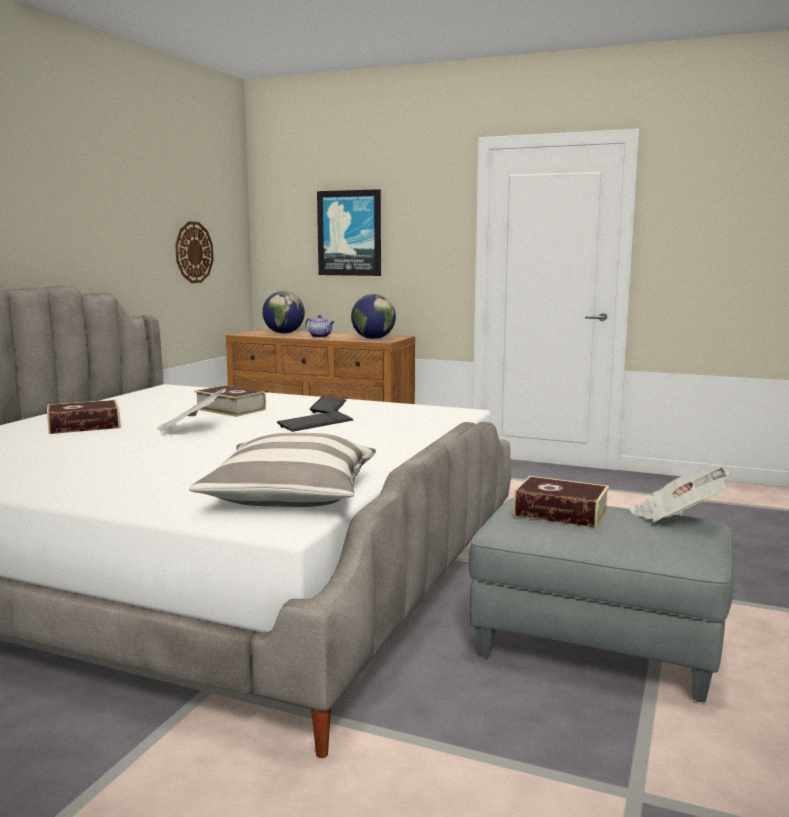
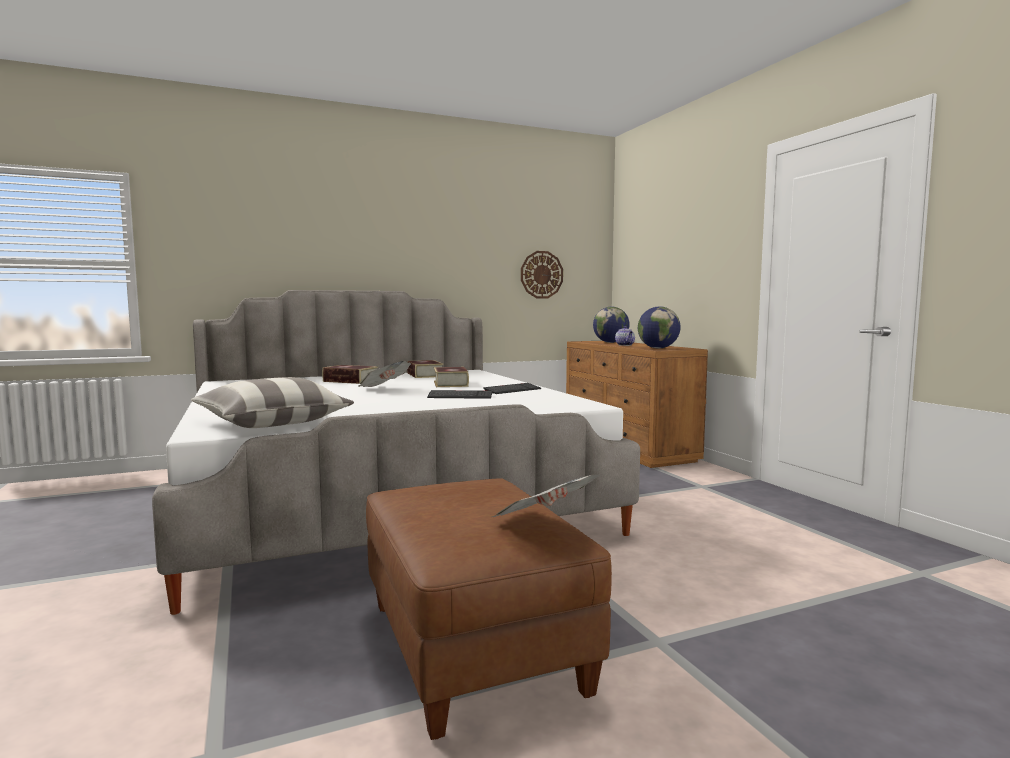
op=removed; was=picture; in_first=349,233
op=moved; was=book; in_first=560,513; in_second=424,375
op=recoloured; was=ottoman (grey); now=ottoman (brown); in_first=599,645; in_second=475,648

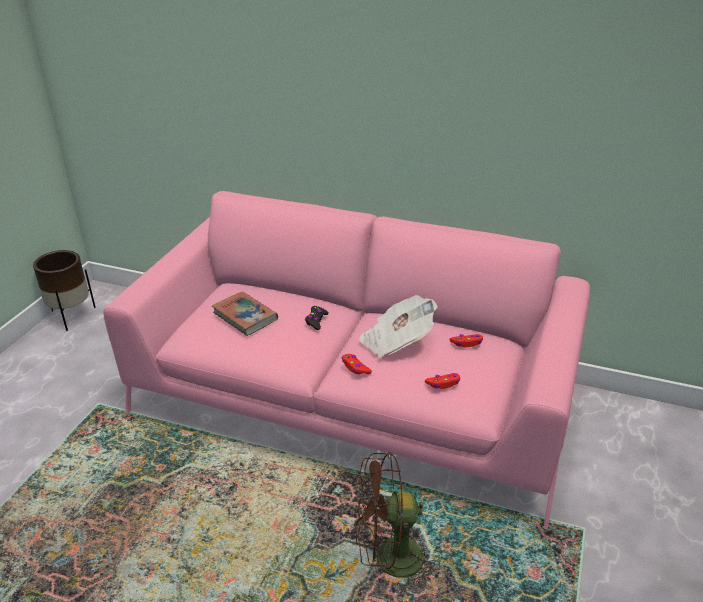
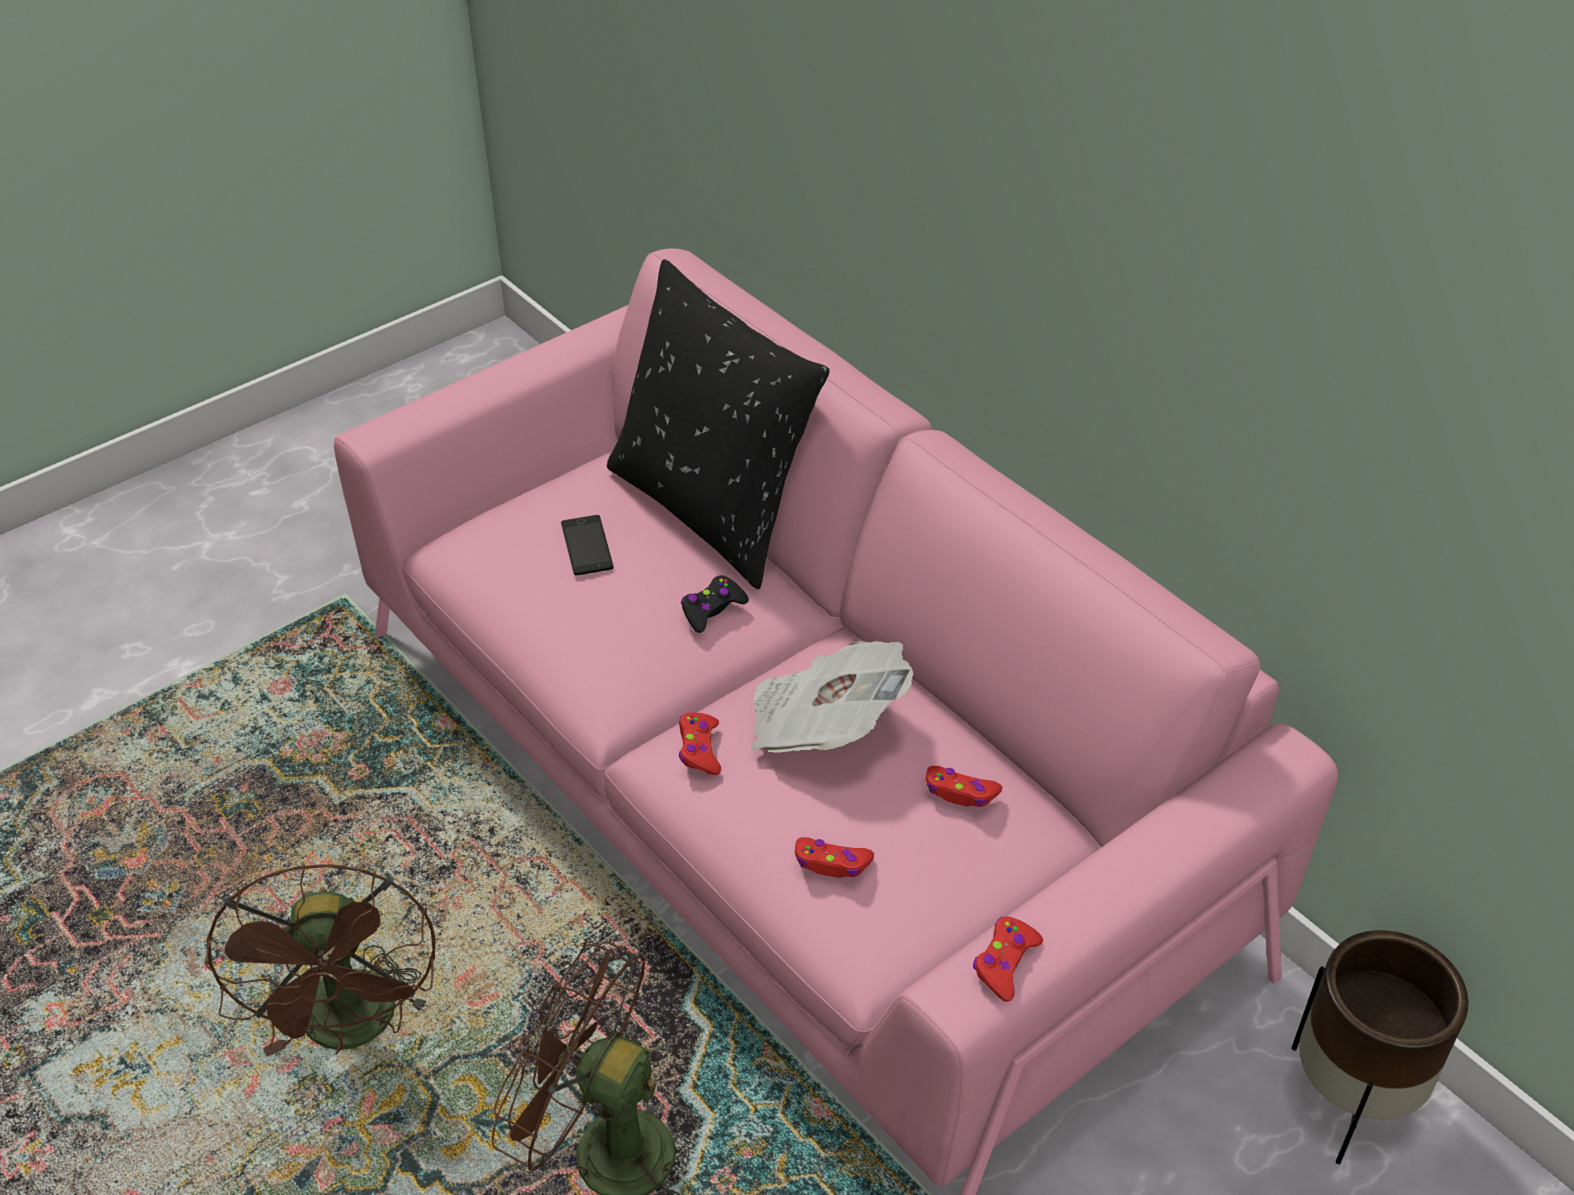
op=moved; was=planter (brown); in_first=72,316; in_second=1352,1099
op=replaced; was=book; now=phone; in_first=245,316; in_second=587,546
op=added; now=pillow (black); in_second=713,509
op=added; now=fan (brown); in_second=353,1030
op=added; now=game controller (red); in_second=1005,963

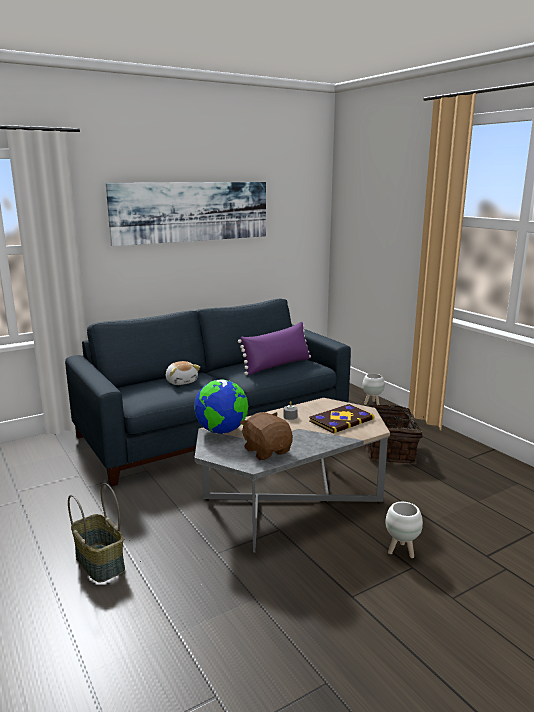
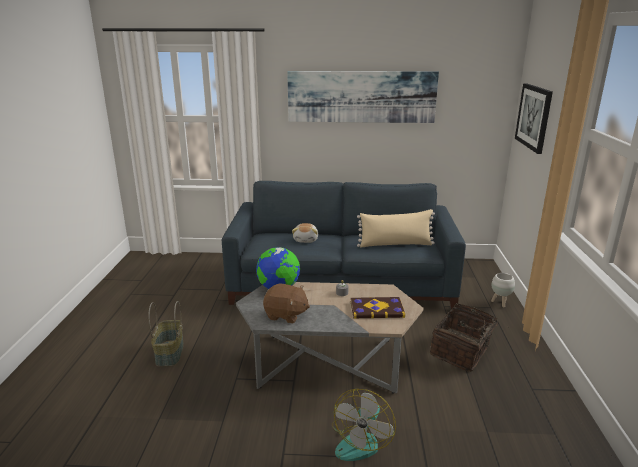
op=recoloured; was=pillow (purple); now=pillow (beige); in_first=277,365; in_second=395,244
op=turned; was=plush toy (brown); in_first=267,451; in_second=286,315; clockwise=105
op=replaced; was=planter (white); now=fan; in_first=401,551; in_second=361,440
op=added; now=picture; in_second=534,117

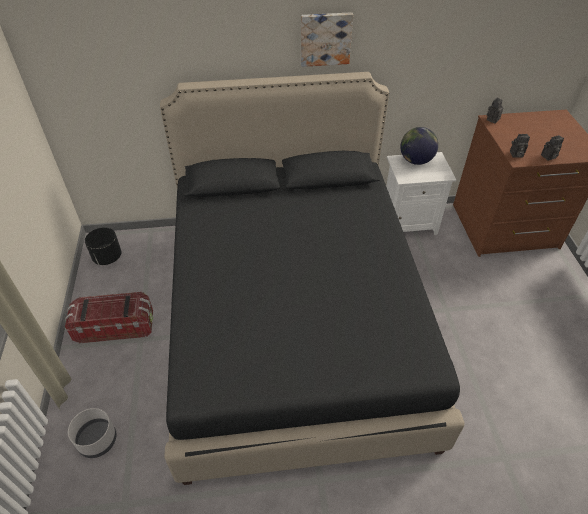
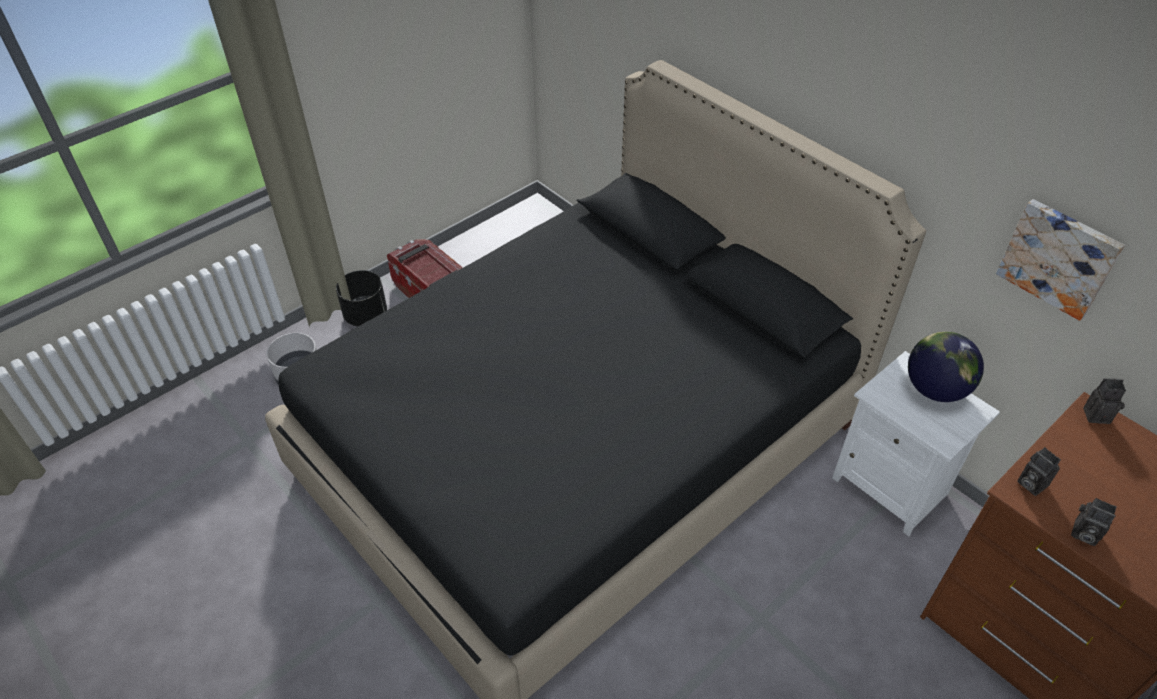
op=moved; was=picture; in_first=325,38; in_second=1059,257
op=moved; was=planter (black); in_first=107,257; in_second=366,315

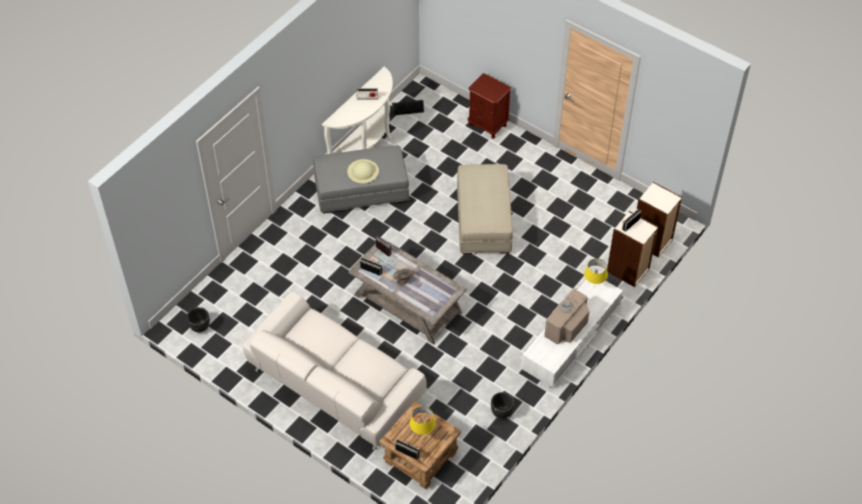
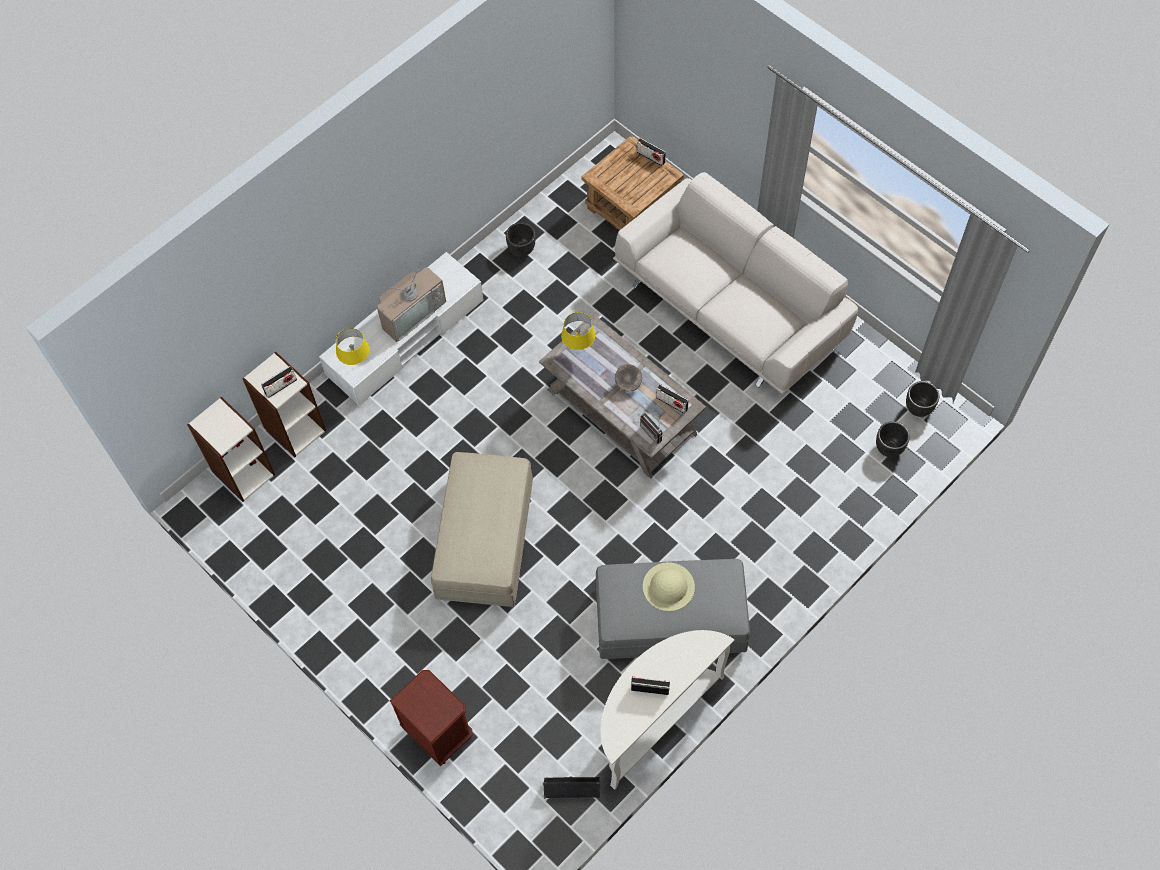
op=moved; was=table lamp (yellow); in_first=422,434; in_second=579,351
op=added; now=planter (black); in_second=889,448

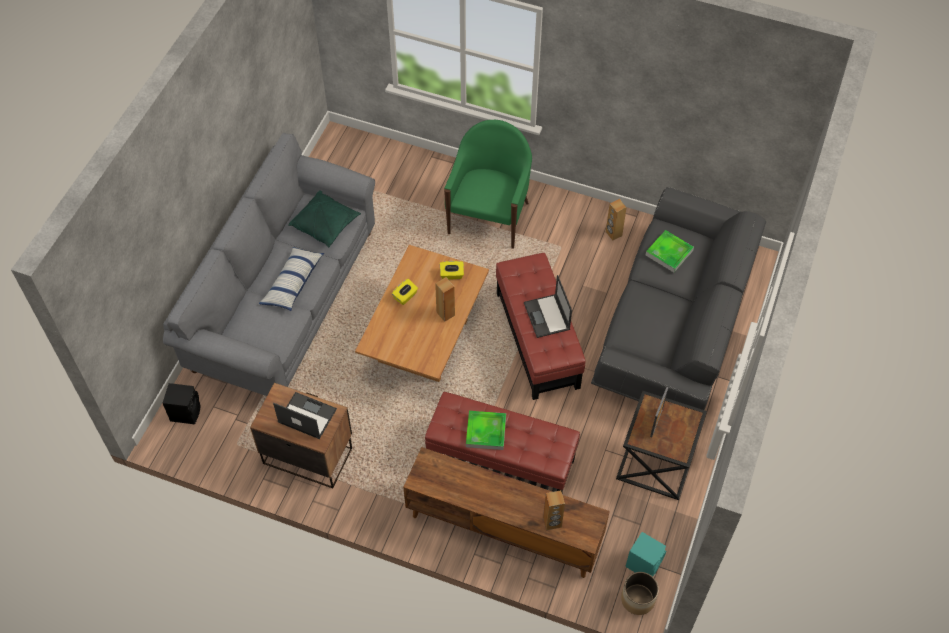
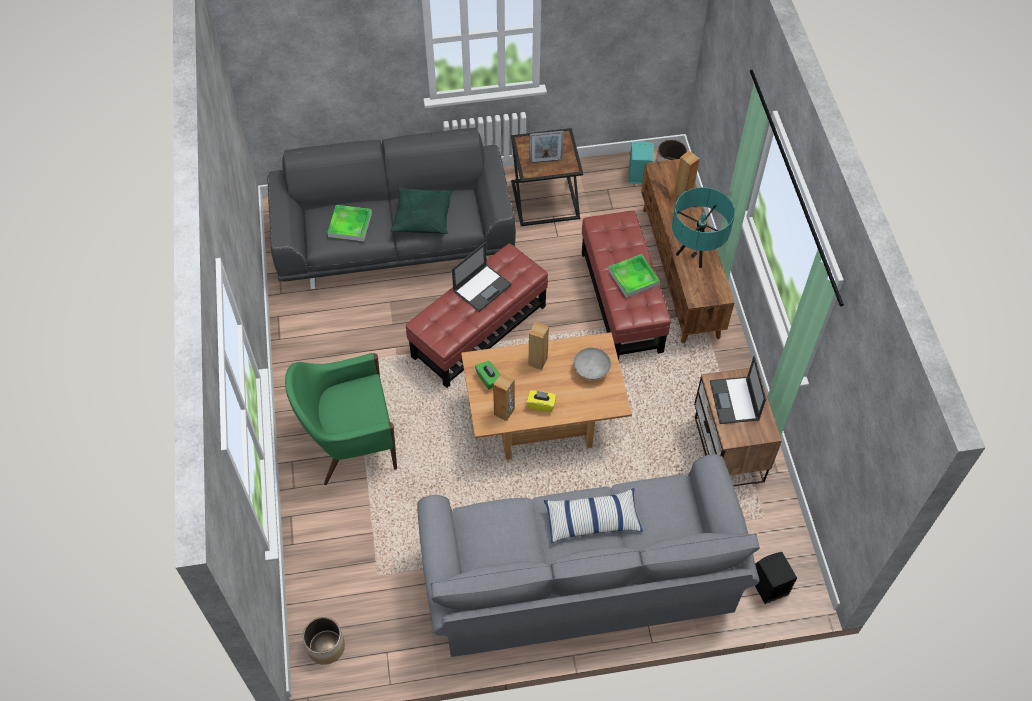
op=moved; was=pillow (green); in_first=325,225; in_second=422,217
op=moved; was=speaker (brown); in_first=613,234; in_second=504,412
op=recoloured; was=tissue box (yellow); now=tissue box (green); in_first=452,275; in_second=489,379
op=added; now=table lamp (turquoise); in_second=696,252
op=added; now=bowl (grey); in_second=591,371
op=added; now=planter; in_second=326,646

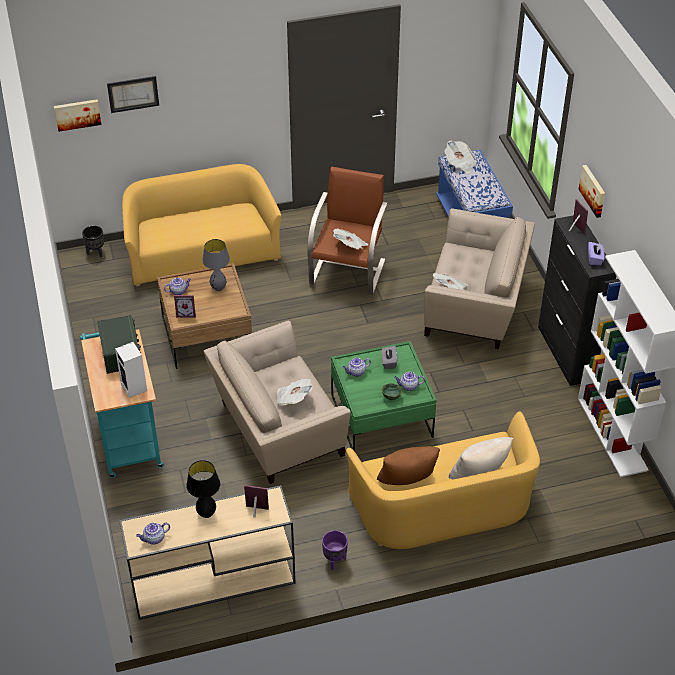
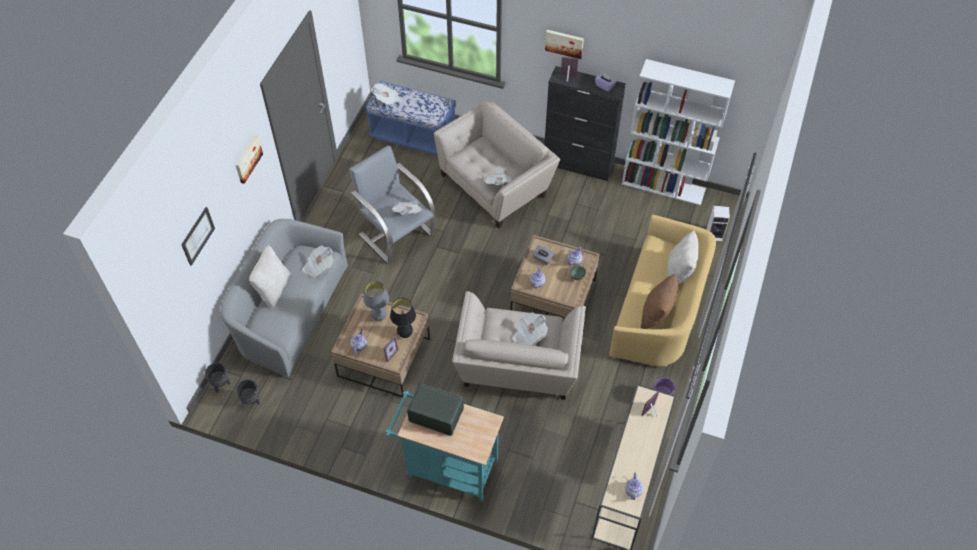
op=moved; was=picture; in_first=77,114; in_second=247,158
op=recoloured; was=sofa (yellow); now=sofa (grey); in_first=201,252; in_second=290,312
op=recoloured; was=armchair (brown); now=armchair (grey); in_first=348,271; in_second=396,233
op=recoloured; was=coffee table (green); now=coffee table (brown); in_first=381,416; in_second=553,297
op=moved; was=speaker; in_first=135,388; in_second=715,234
op=moved; was=table lamp (black); in_first=206,514; in_second=405,334
op=added; now=pillow (beige); in_second=273,289
op=added; now=newspaper; in_second=318,267
op=added; now=planter (black); in_second=251,401

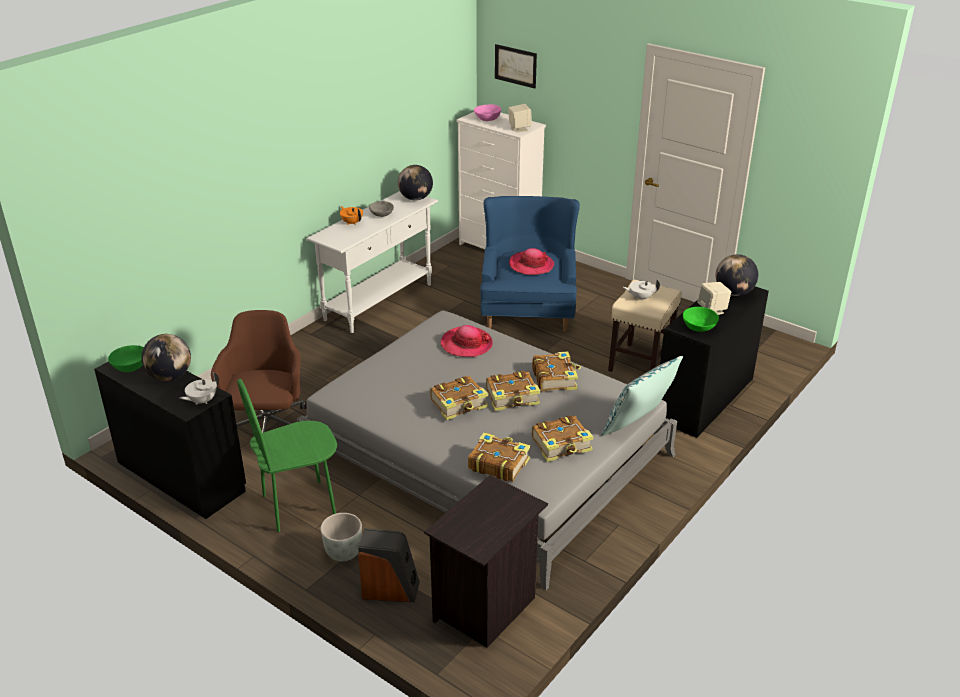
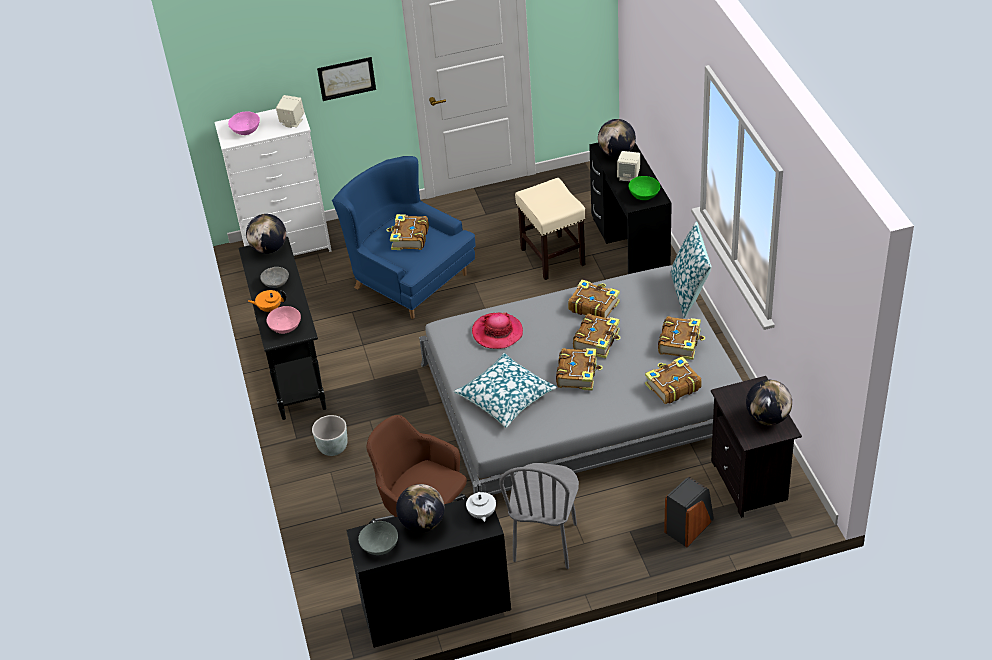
op=moved; was=picture; in_first=515,66; in_second=346,78
op=recoloured; was=console table (white); now=console table (black); in_first=379,302; in_second=292,368
op=replaced; was=hat; now=book; in_first=531,265; in_second=409,238
op=removed; was=teapot (white); in_first=640,298
op=recoloured; was=bowl (green); now=bowl (grey); in_first=130,367; in_second=380,546
op=recoloured; was=chair (green); now=chair (grey); in_first=299,505; in_second=545,542
op=moved; was=planter (grey); in_first=343,553; in_second=333,448
op=added; now=bowl (pink); in_second=285,327
op=added; now=pillow; in_second=505,397
op=added; now=globe; in_second=767,418

